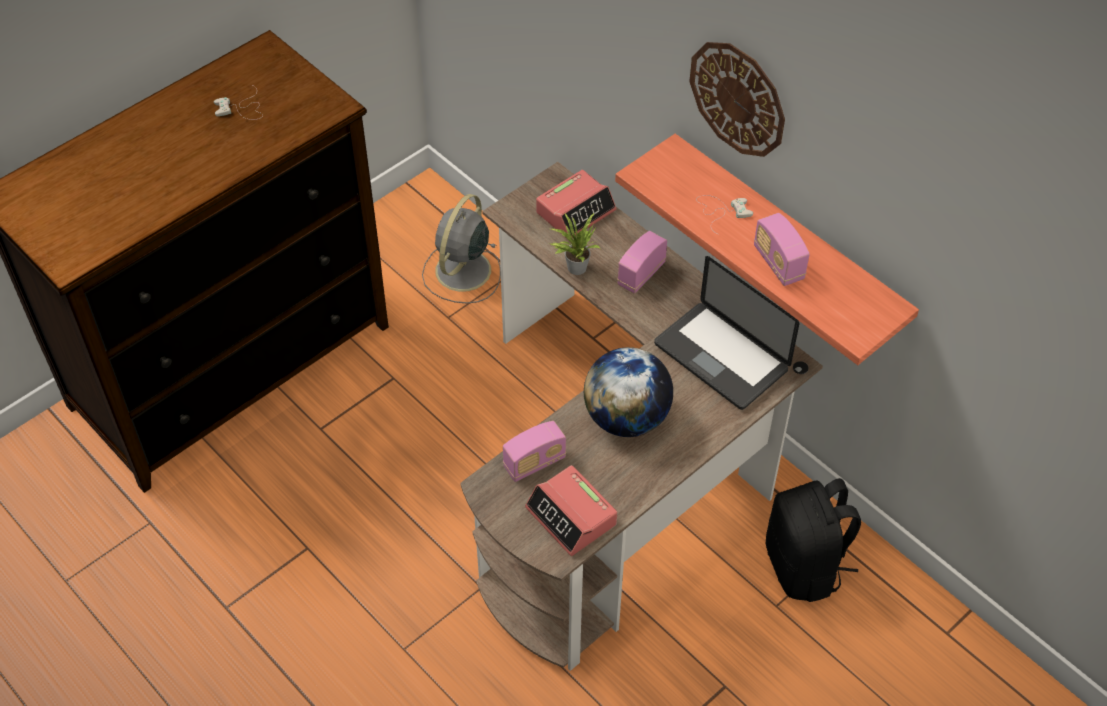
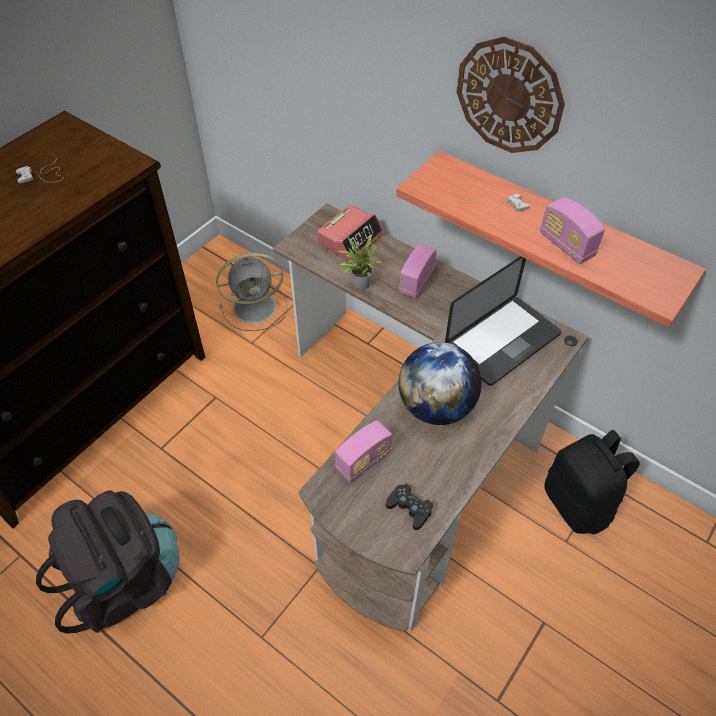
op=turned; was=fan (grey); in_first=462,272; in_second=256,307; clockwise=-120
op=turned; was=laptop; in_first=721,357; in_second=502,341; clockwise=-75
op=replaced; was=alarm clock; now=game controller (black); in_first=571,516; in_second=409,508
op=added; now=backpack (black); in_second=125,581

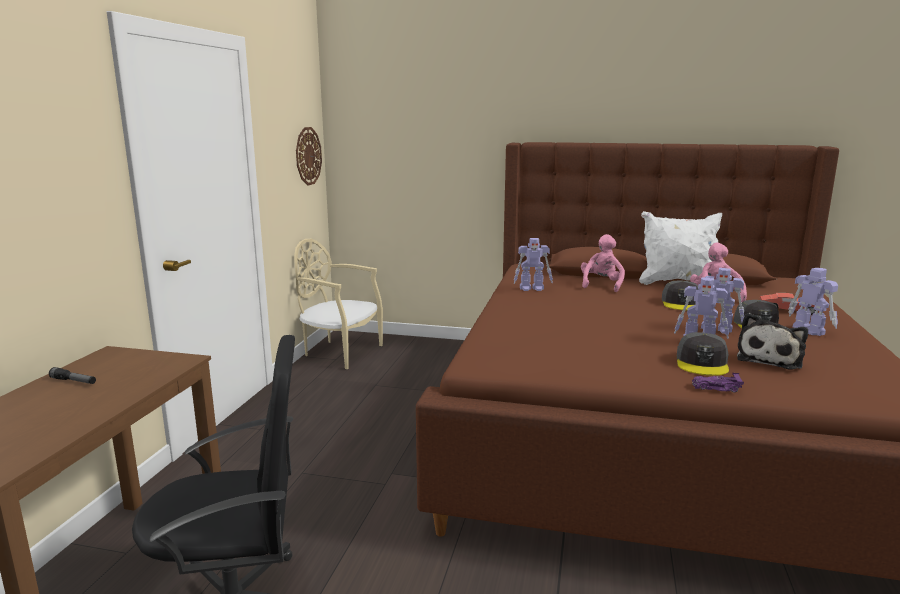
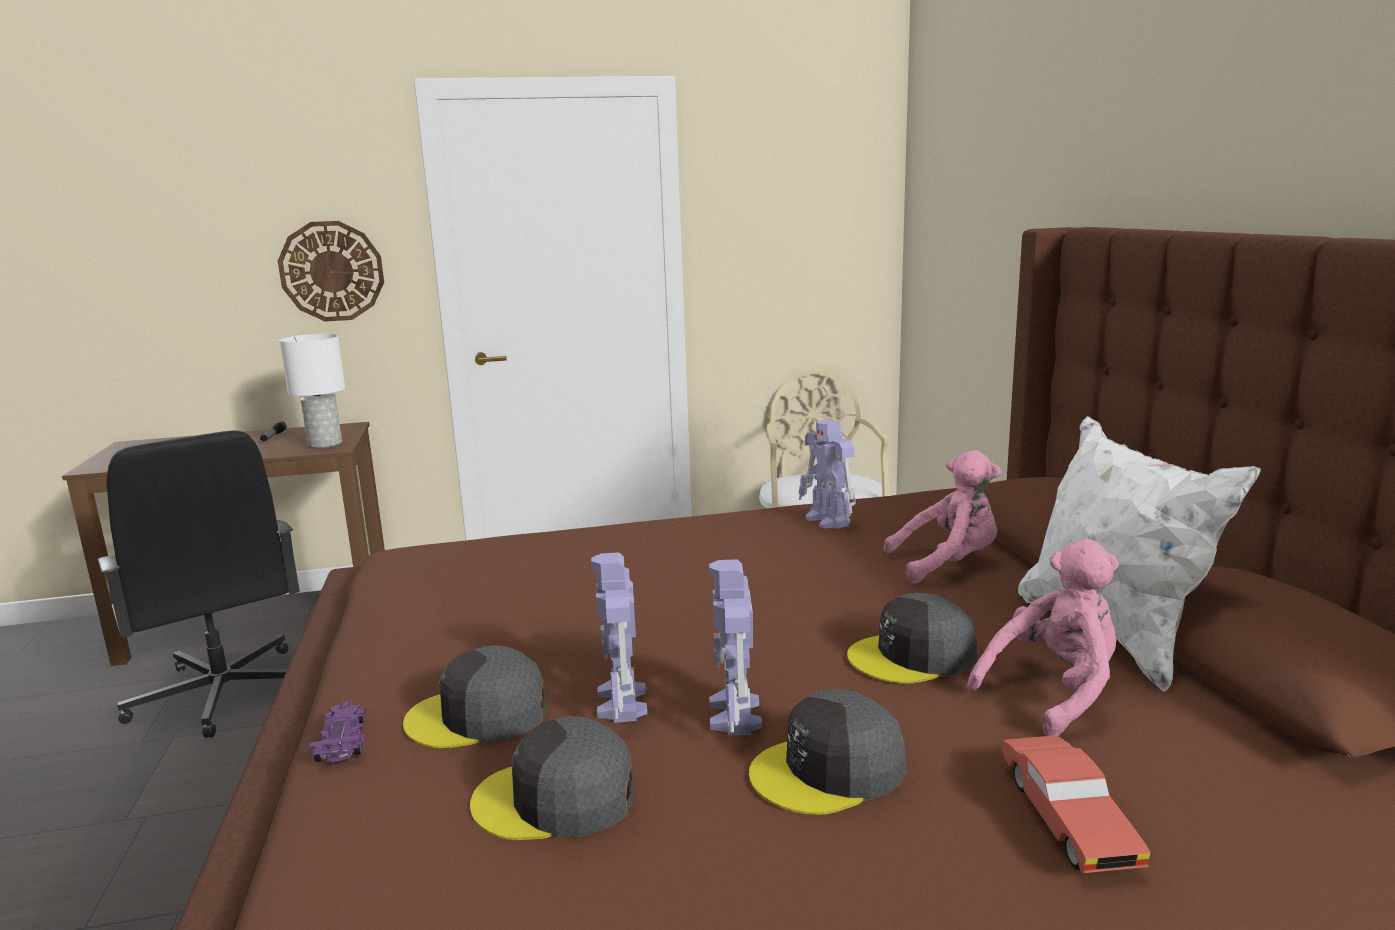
op=moved; was=wall clock; in_first=308,156; in_second=332,271
op=removed; was=toy robot; in_first=808,330
op=replaced; was=plush toy; now=cap (grey); in_first=770,359; in_second=556,799
op=added; now=table lamp (white); in_second=324,444

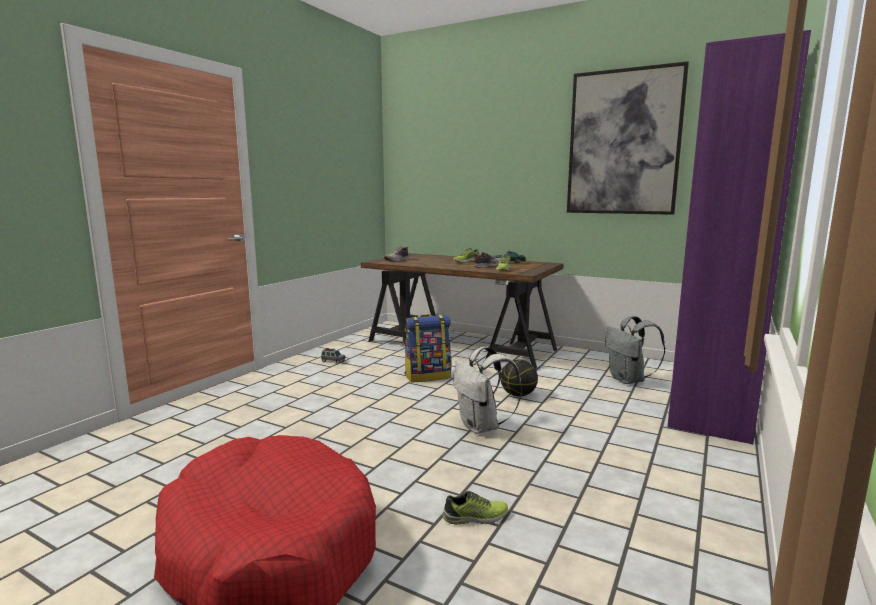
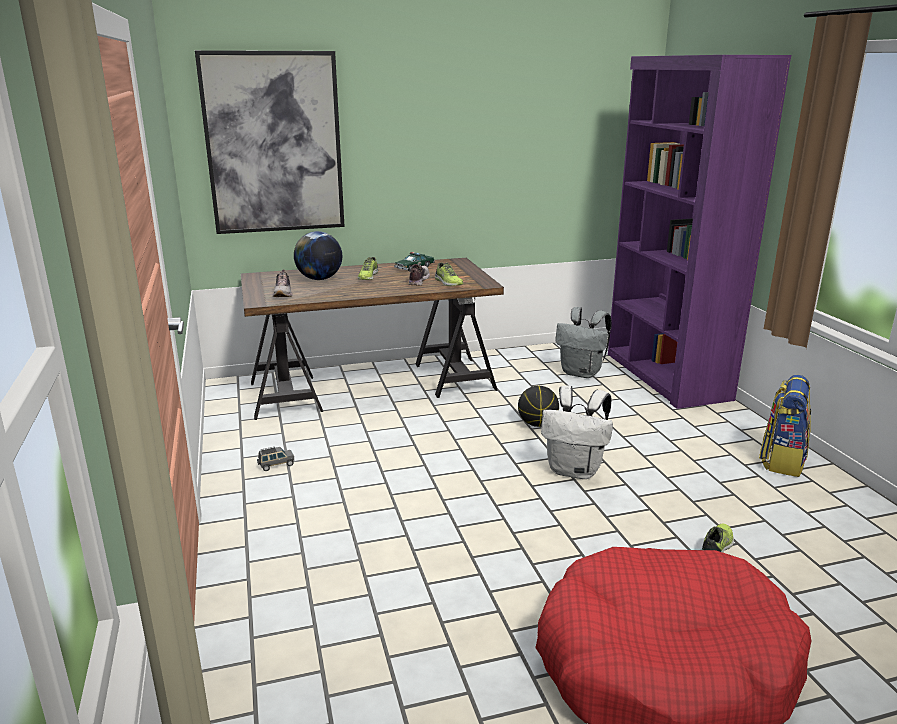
op=moved; was=picture; in_first=623,143; in_second=274,143
op=moved; was=backpack; in_first=427,376; in_second=781,460
op=added; now=globe; in_second=319,279

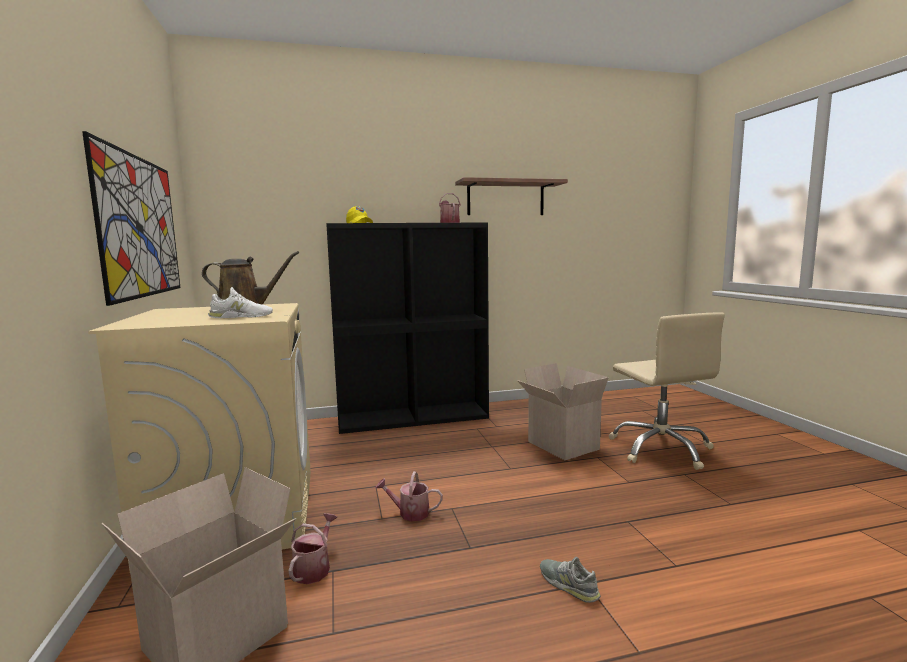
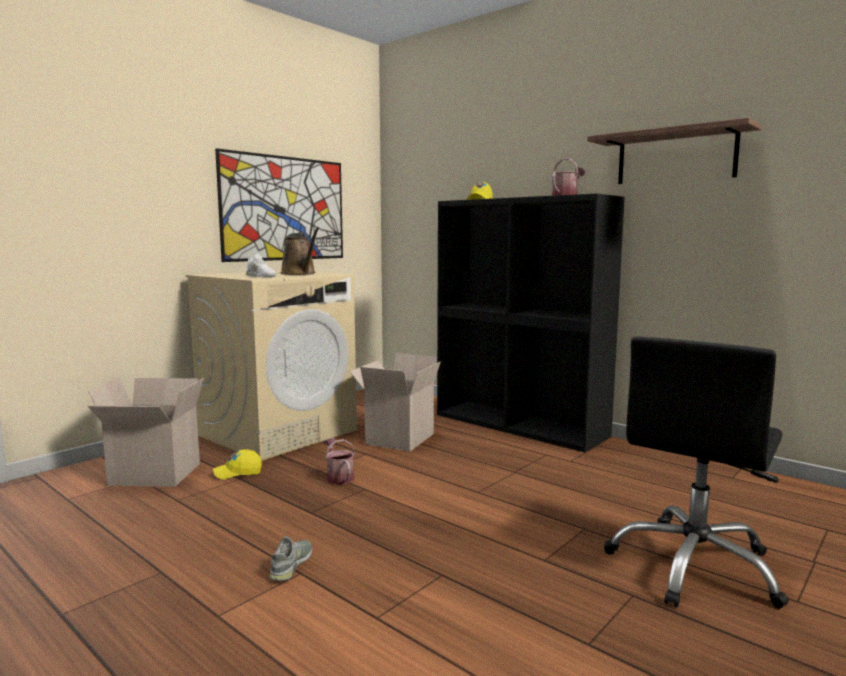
op=recoloured; was=office chair (beige); now=office chair (black); in_first=661,449; in_second=694,566
op=moved; was=cardboard box; in_first=560,445; in_second=398,438
op=replaced; was=watering can; now=cap (yellow); in_first=314,568; in_second=238,473

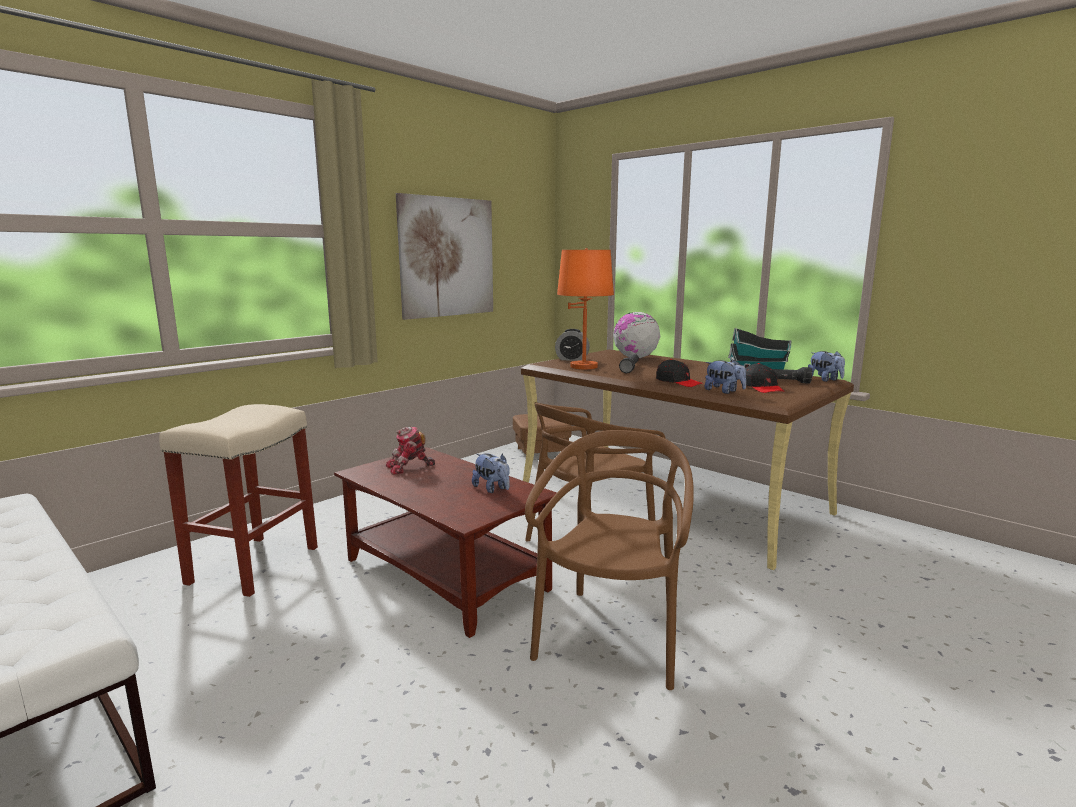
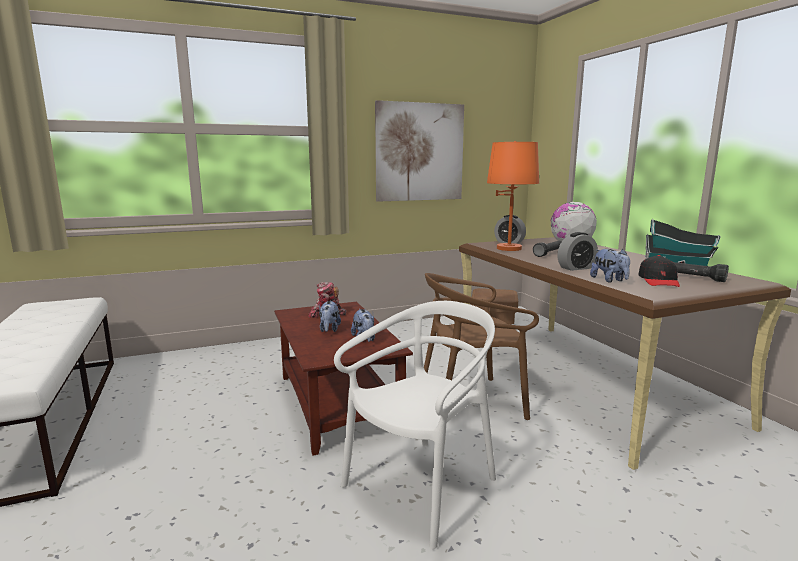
op=moved; was=plush toy; in_first=825,380; in_second=329,329
op=replaced; was=cap (black); now=alarm clock; in_first=678,382; in_second=576,268
op=removed; was=stool (beige); in_first=254,564
op=recoloured; was=chair (brown); now=chair (white); in_first=612,636; in_second=422,487

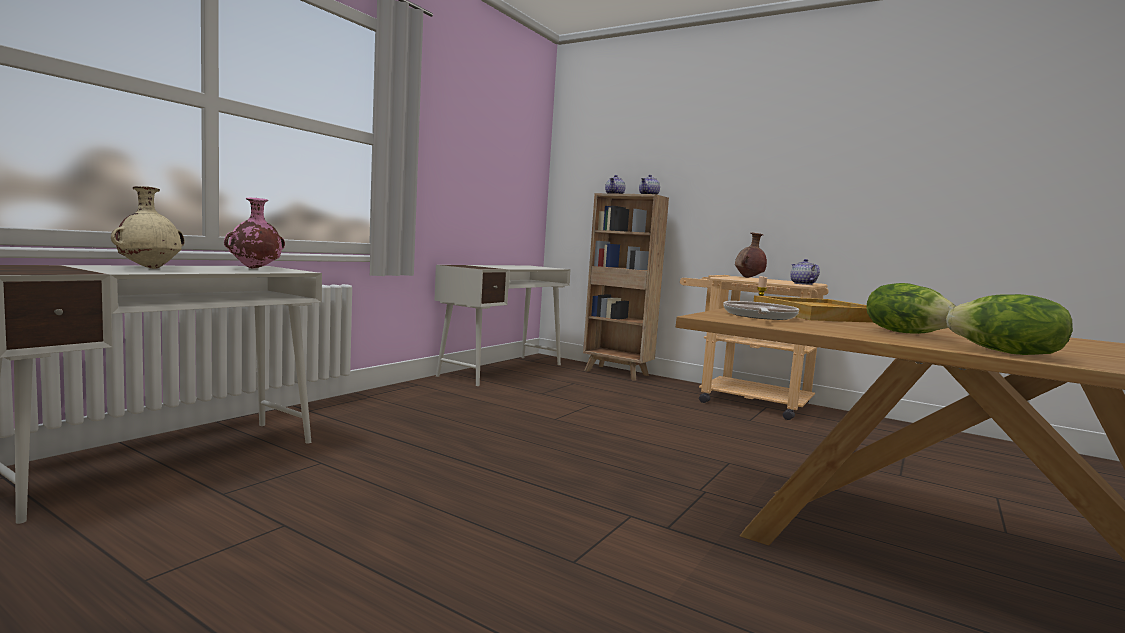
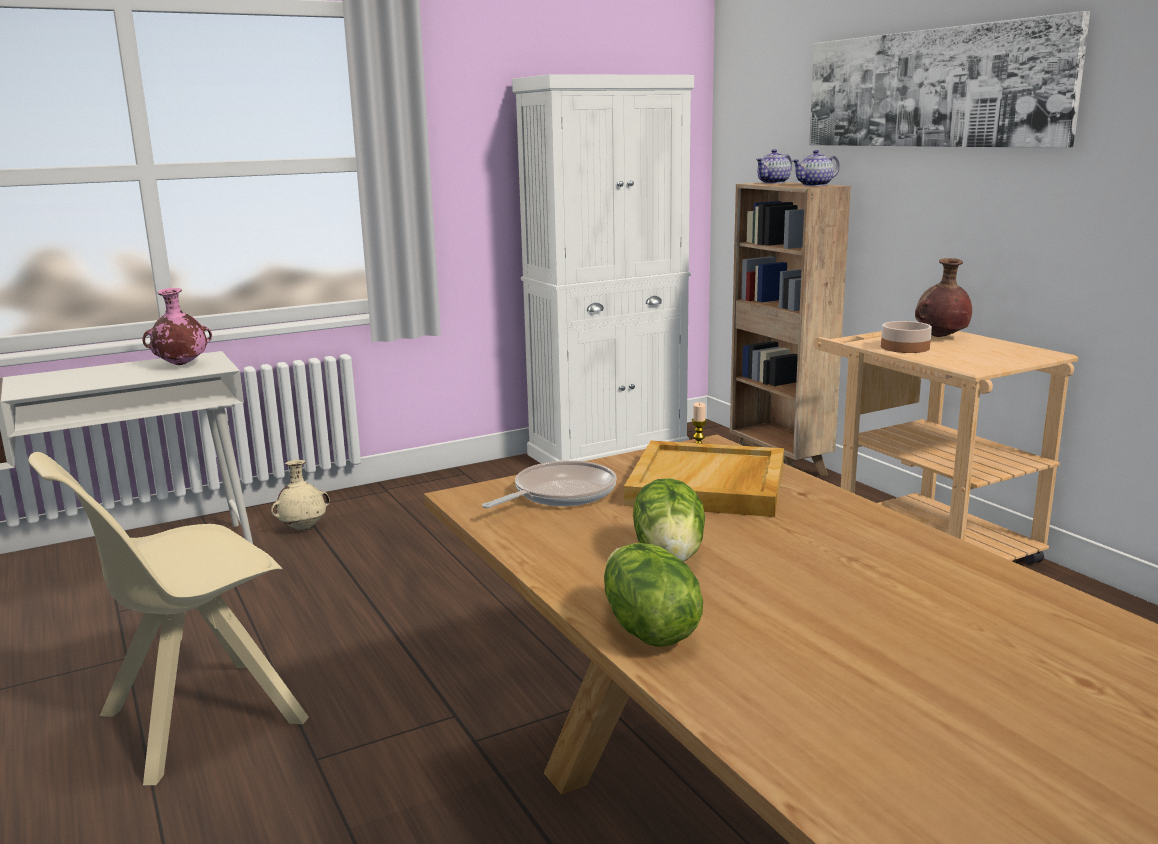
op=moved; was=vase (beige); in_first=150,268; in_second=303,529
op=removed; was=teapot; in_first=802,284
op=replaced; was=desk (white); now=cabinet (white); in_first=503,370; in_second=609,452
op=added; now=picture; in_second=931,88
op=added; now=bowl; in_second=906,348
op=added; now=chair (beige); in_second=196,720

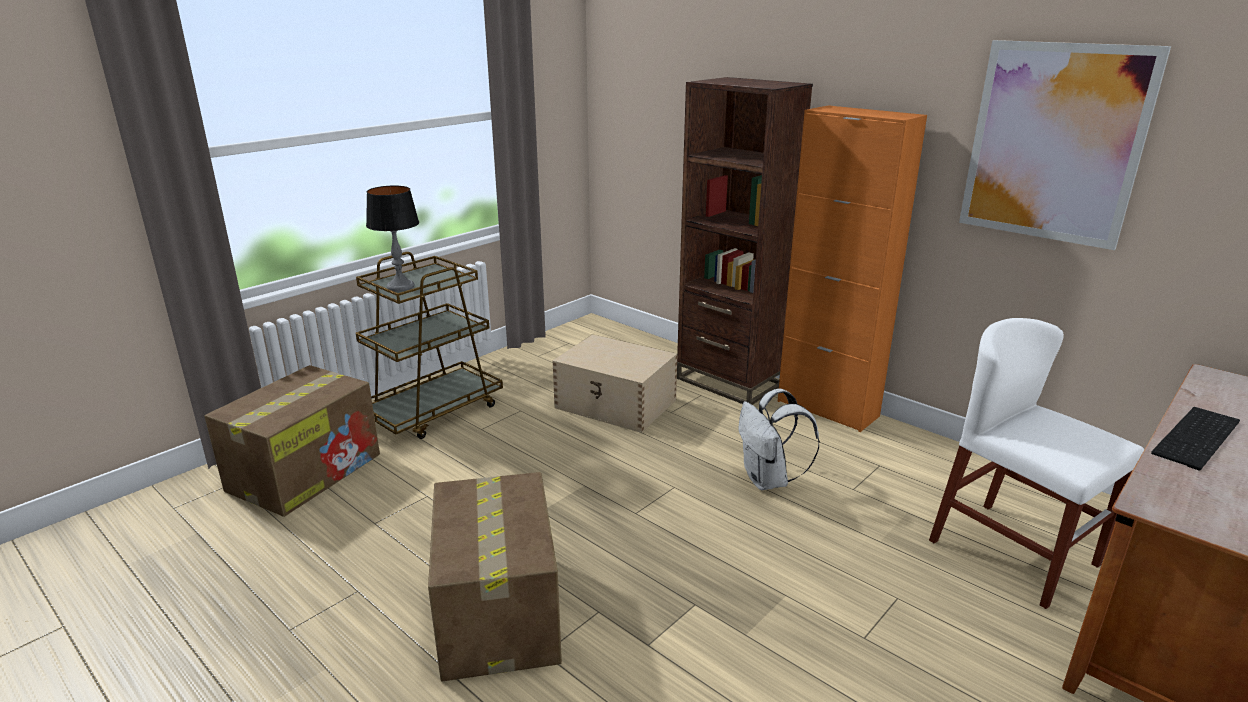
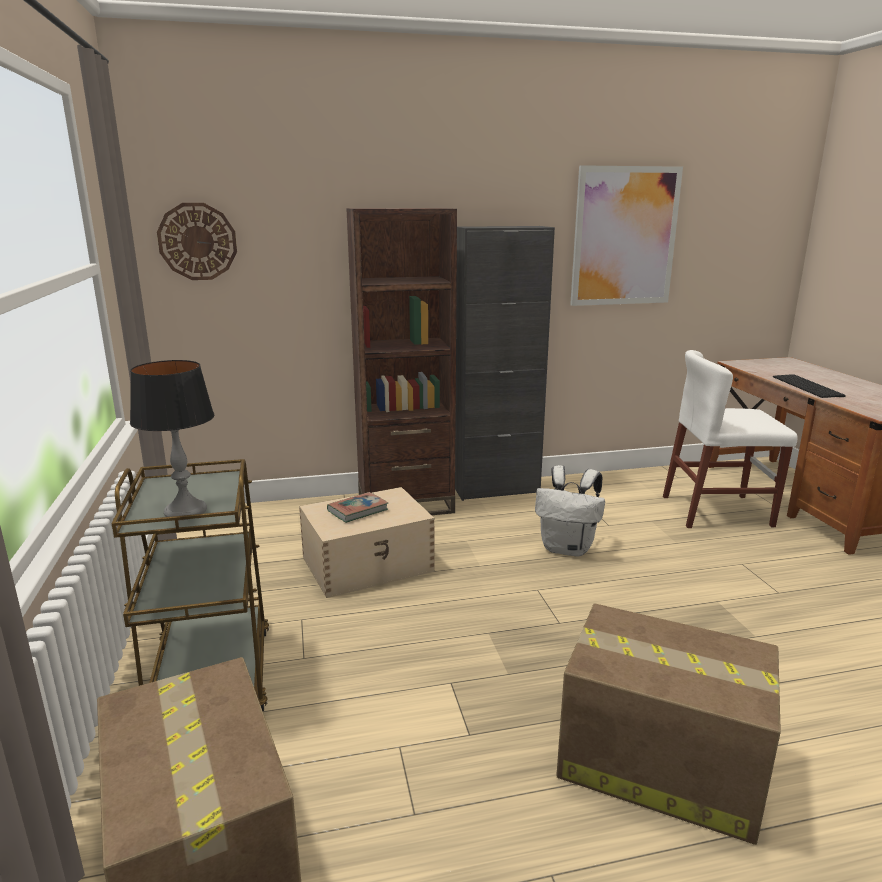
op=recoloured; was=cabinet (orange); now=cabinet (black); in_first=827,408; in_second=496,489
op=added; now=wall clock; in_second=197,241
op=added; now=book; in_second=358,510

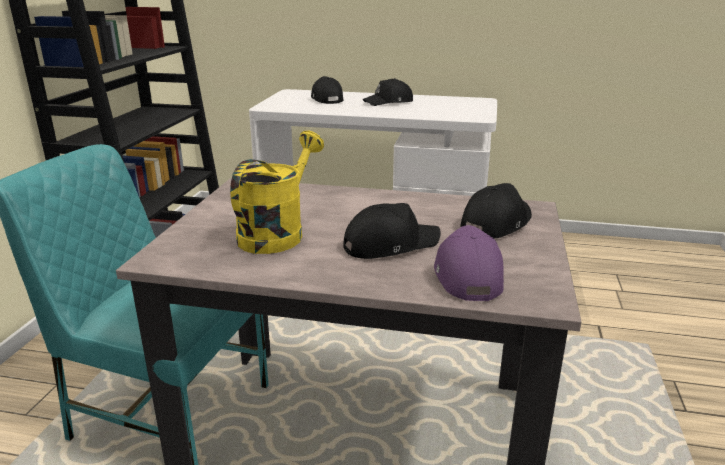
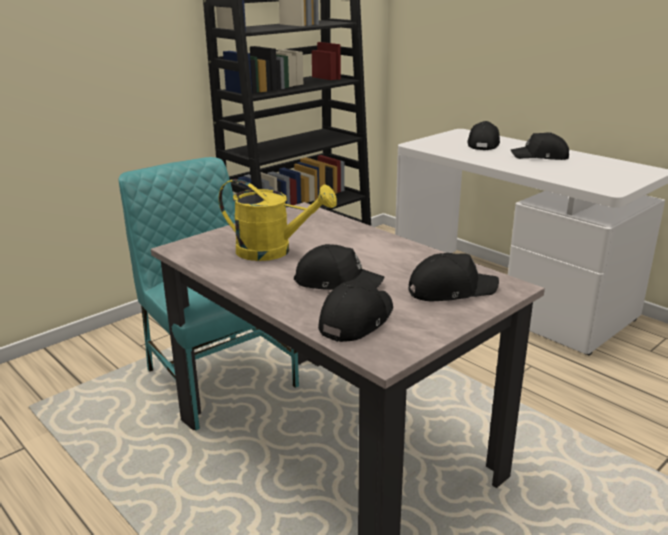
op=turned; was=watering can (yellow); in_first=277,233; in_second=273,251; clockwise=45
op=recoloured; was=cap (purple); now=cap (black); in_first=466,275; in_second=356,320

